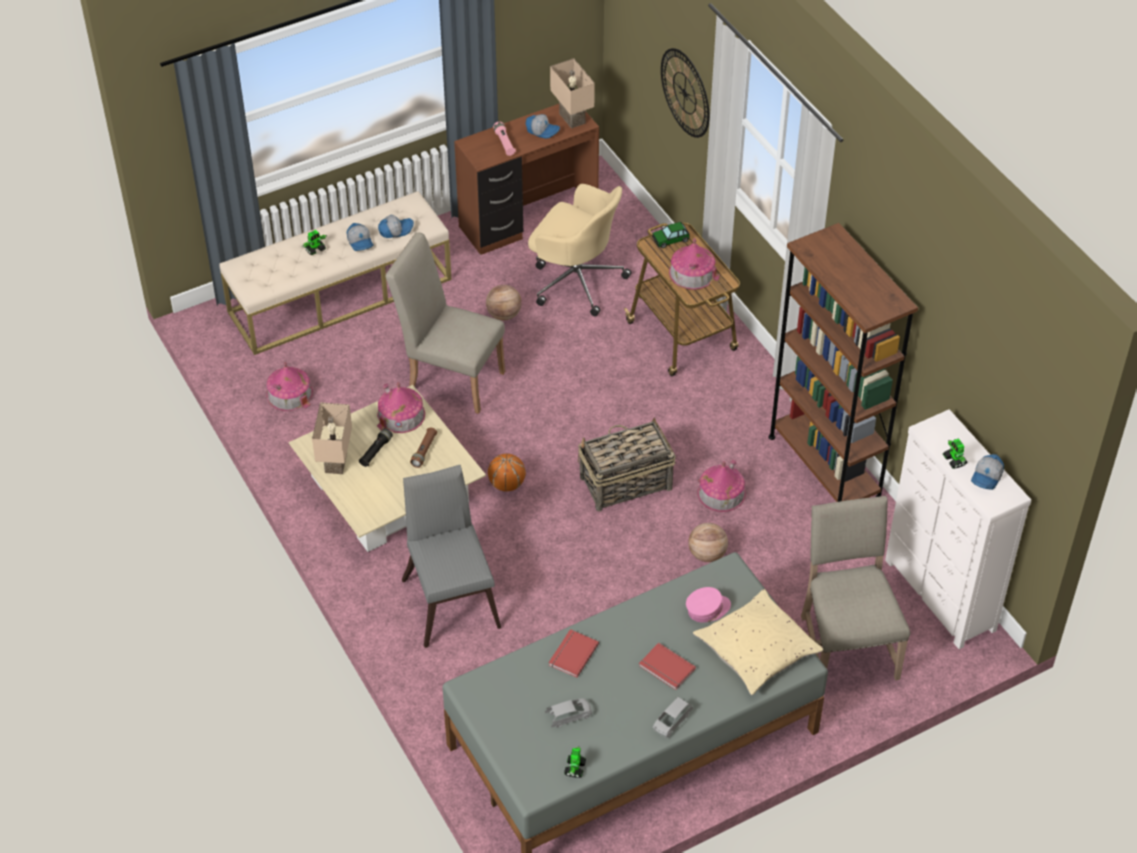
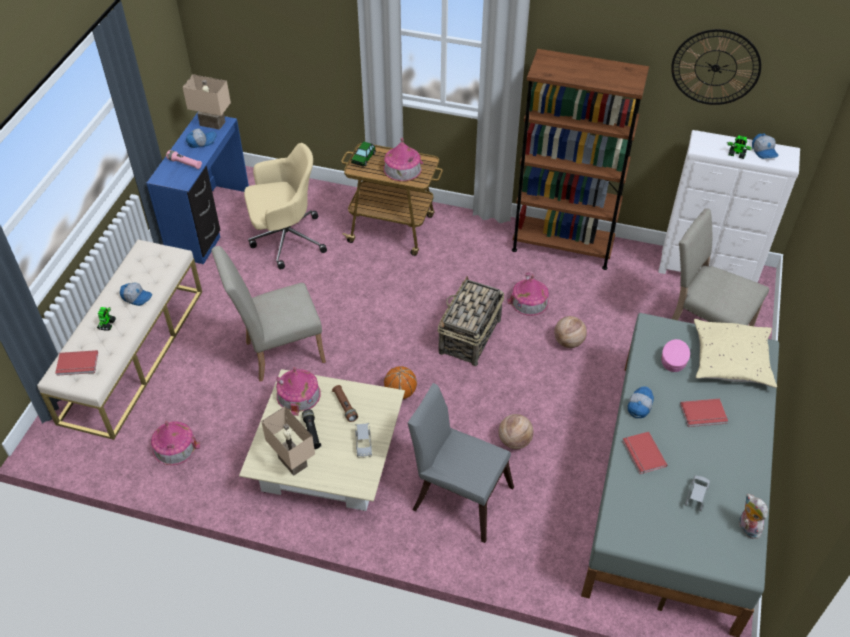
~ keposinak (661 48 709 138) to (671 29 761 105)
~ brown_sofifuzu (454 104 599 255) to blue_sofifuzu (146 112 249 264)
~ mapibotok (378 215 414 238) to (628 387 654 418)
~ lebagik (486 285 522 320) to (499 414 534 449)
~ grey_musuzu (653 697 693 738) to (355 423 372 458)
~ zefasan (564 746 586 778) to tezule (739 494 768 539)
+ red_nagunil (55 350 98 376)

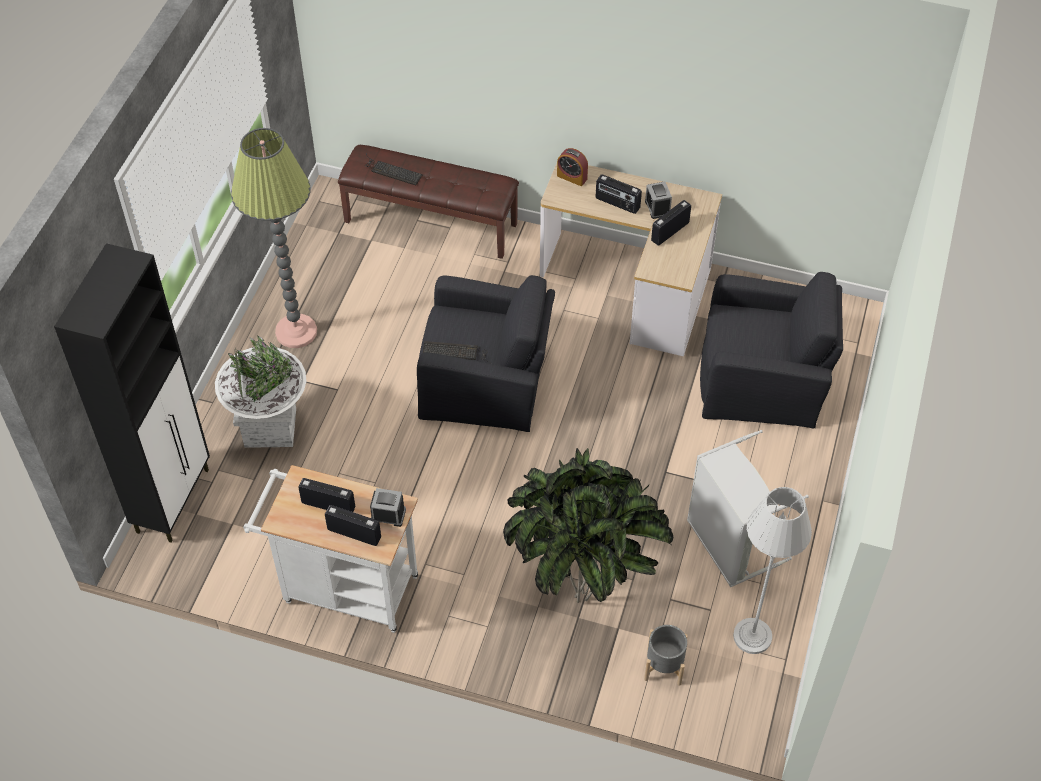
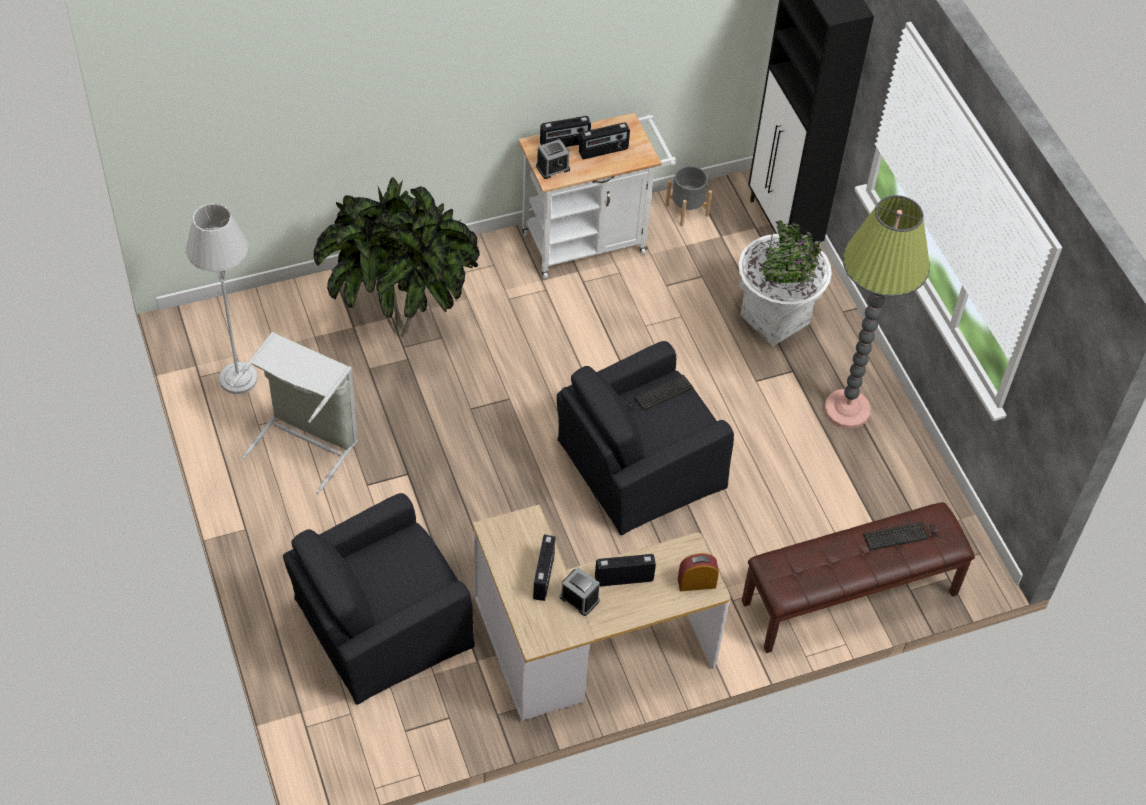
~ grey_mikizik (644 625 688 686) to (665 166 712 226)

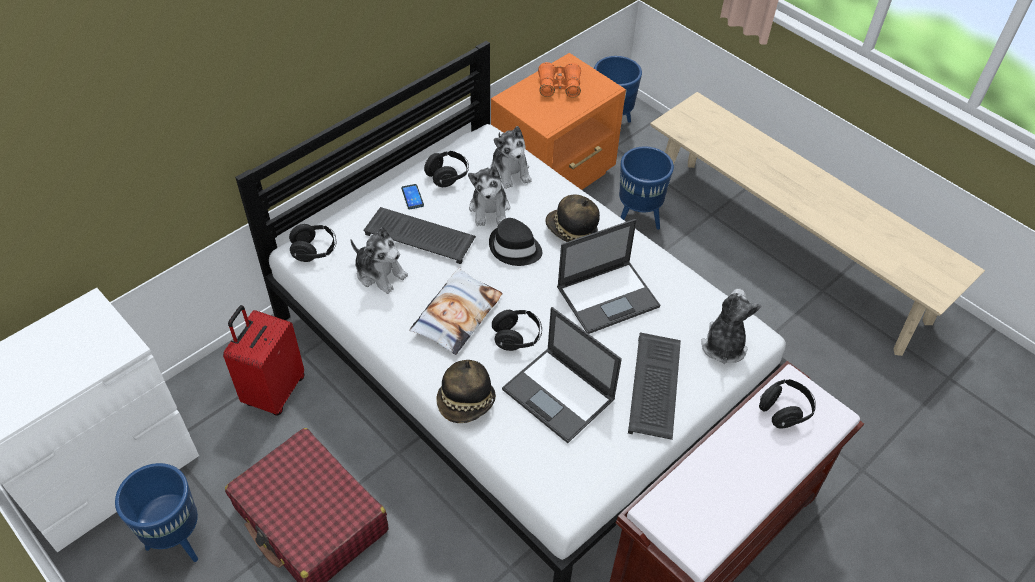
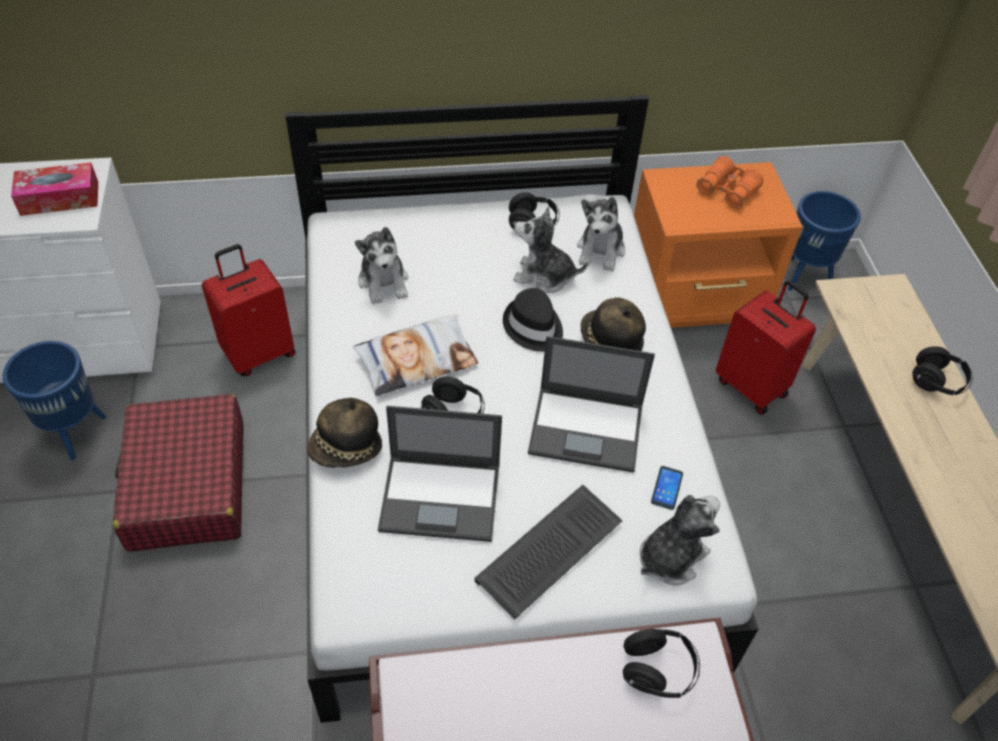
~ blue_mikizik (619 147 674 229) to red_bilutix (716 280 816 415)
~ tezule (468 166 510 226) = (513 207 588 293) 75 degrees clockwise
~ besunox (401 184 424 209) to (651 466 683 510)
- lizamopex (363 207 476 264)
~ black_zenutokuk (289 224 336 262) to (912 346 973 395)
~ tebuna (502 307 622 443) = (378 406 502 542) 75 degrees counterclockwise
+ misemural (11 162 98 216)

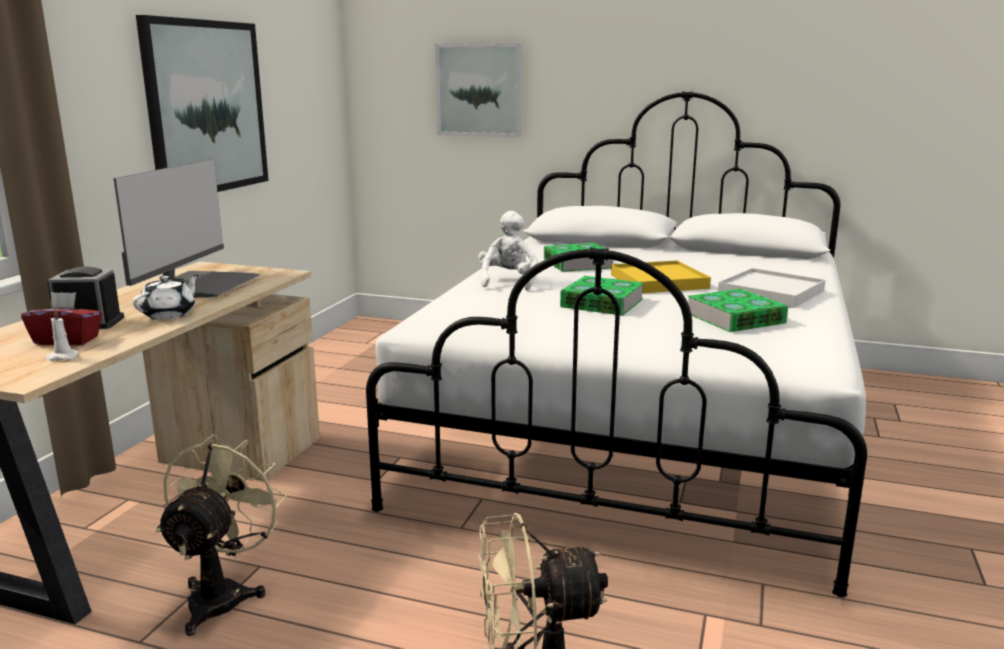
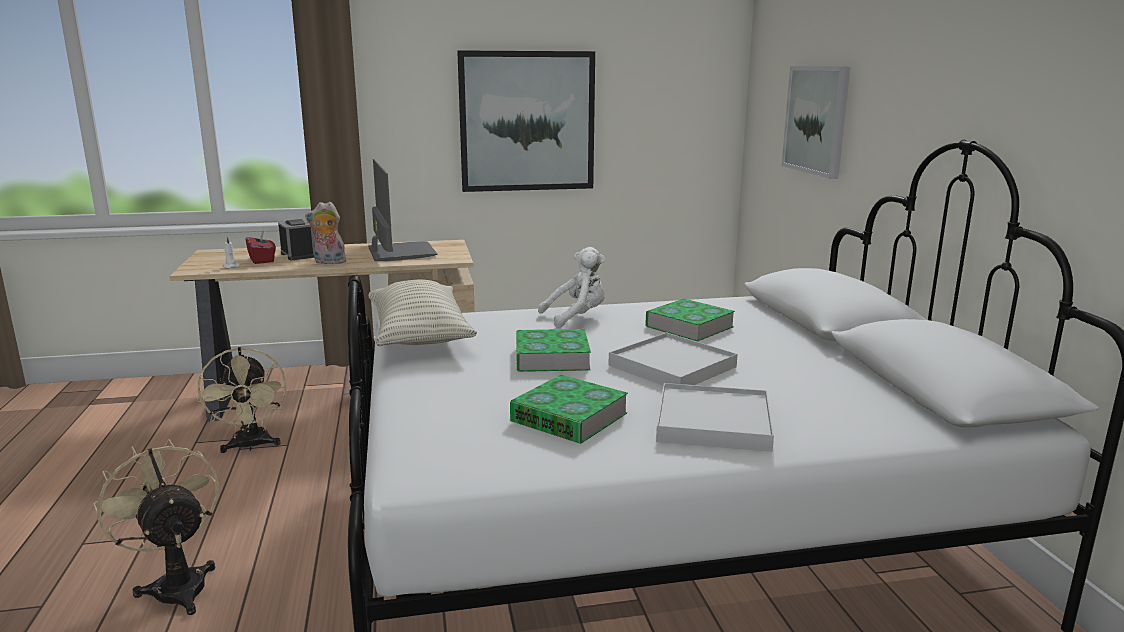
~ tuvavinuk (114 159 260 298) = (369 159 438 261) 90 degrees counterclockwise
~ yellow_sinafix (611 260 711 293) to white_sinafix (609 332 738 385)
~ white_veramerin (132 275 199 320) to tezule (305 202 348 264)
~ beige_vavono (156 434 287 636) = (197 347 286 453) 90 degrees clockwise
+ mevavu (368 280 477 346)

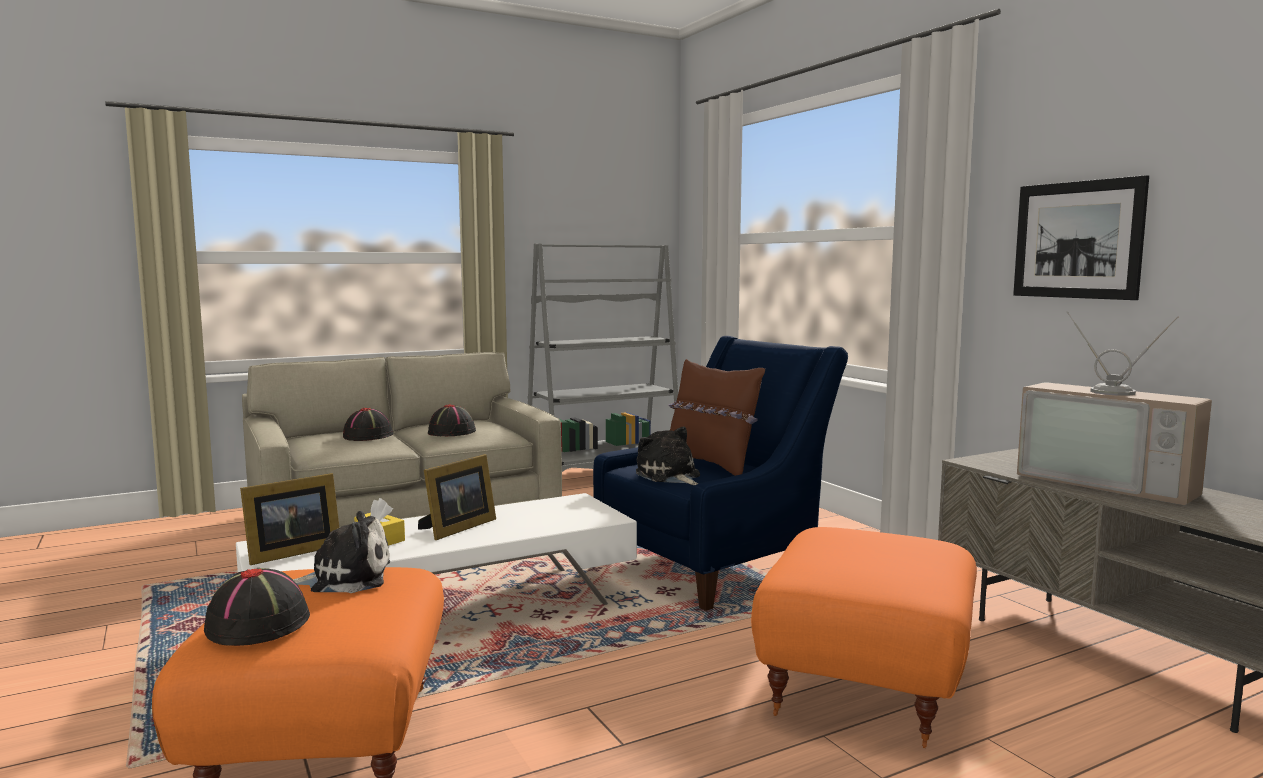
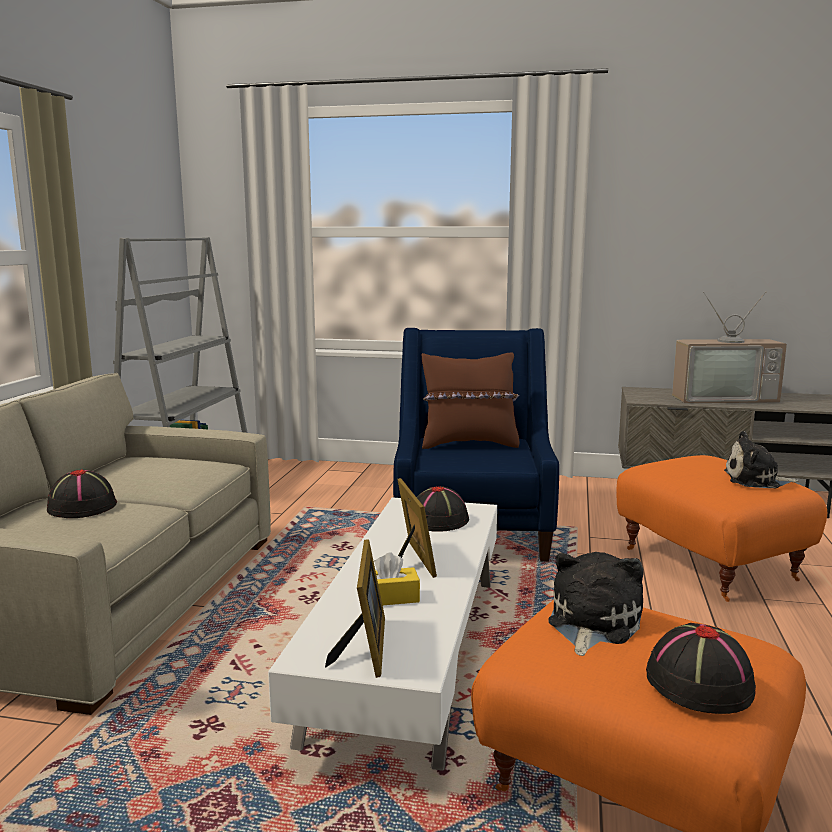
- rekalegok (1013 175 1149 300)
~ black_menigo (428 404 476 436) to (417 486 469 532)
~ tezule (636 427 700 485) to (724 431 799 489)

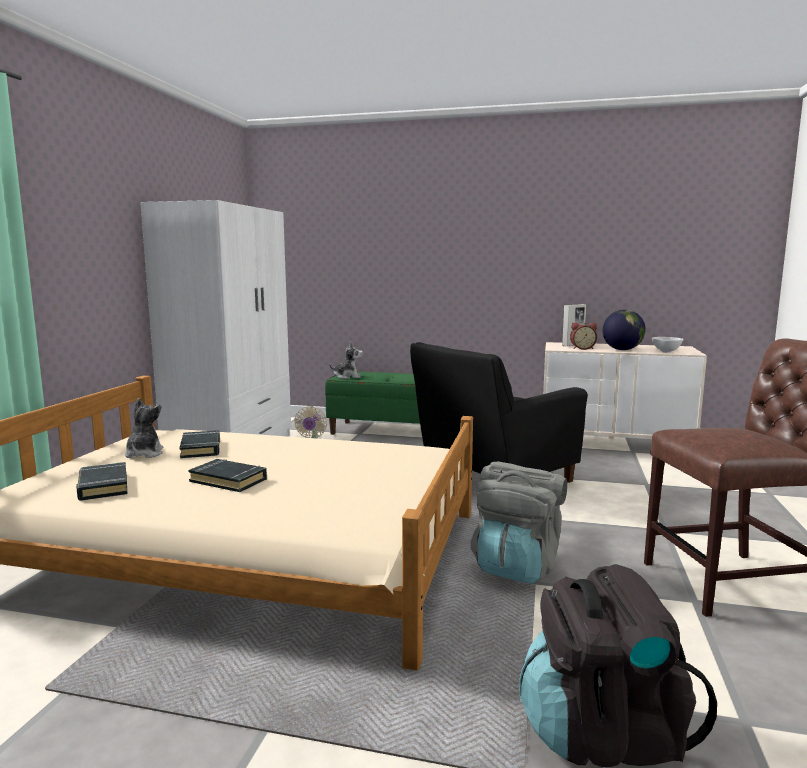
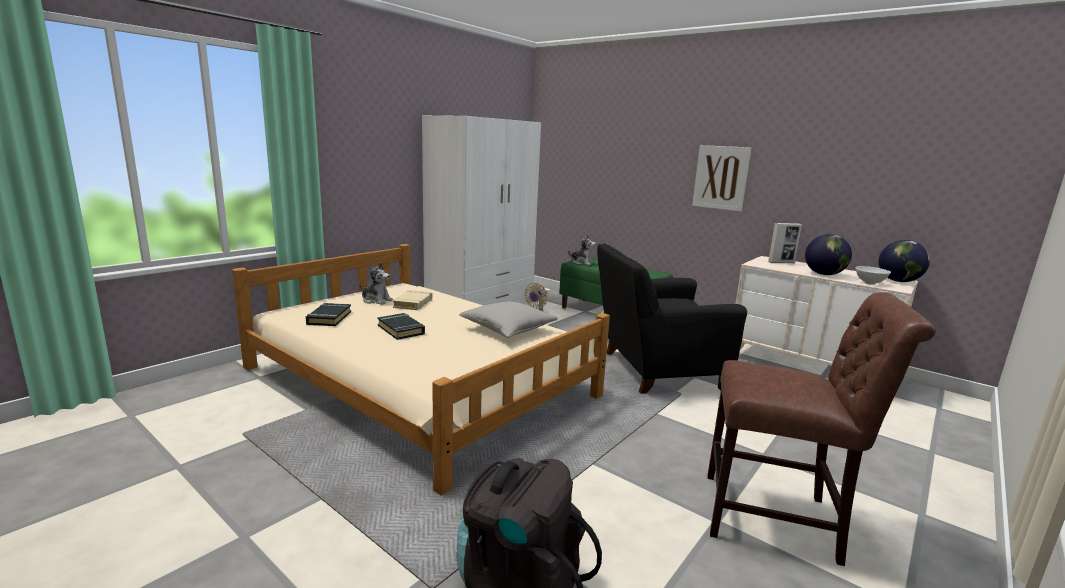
- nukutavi (570 323 597 350)
~ tezule (125 398 163 458) = (359 262 393 305) 90 degrees clockwise
~ black_nagunil (179 430 220 458) to beige_nagunil (393 290 433 310)
- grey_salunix (471 462 567 584)
+ rekalegok (692 145 752 212)
+ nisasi (879 240 930 282)
+ grey_mevavu (459 302 558 338)

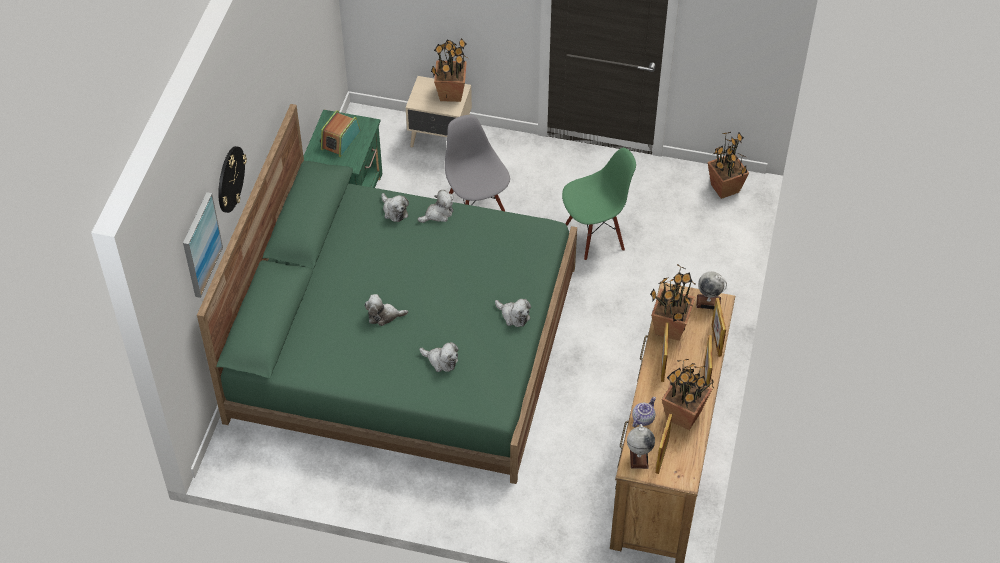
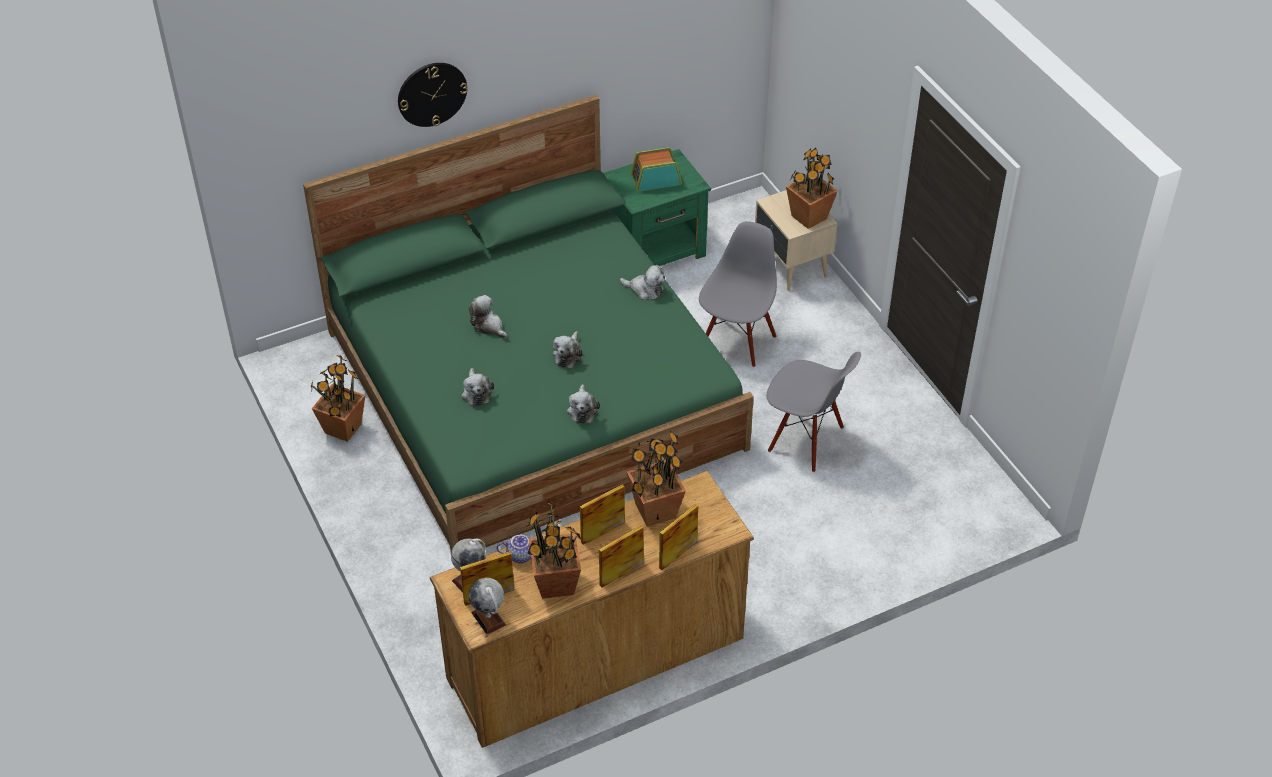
~ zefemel (708 132 749 199) to (311 354 365 442)
~ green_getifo (562 148 636 261) to grey_getifo (767 352 861 472)
- rekalegok (183 192 223 298)
~ tezule (381 193 409 222) to (553 331 583 368)
~ nisasi (696 271 727 310) to (469 578 506 635)

